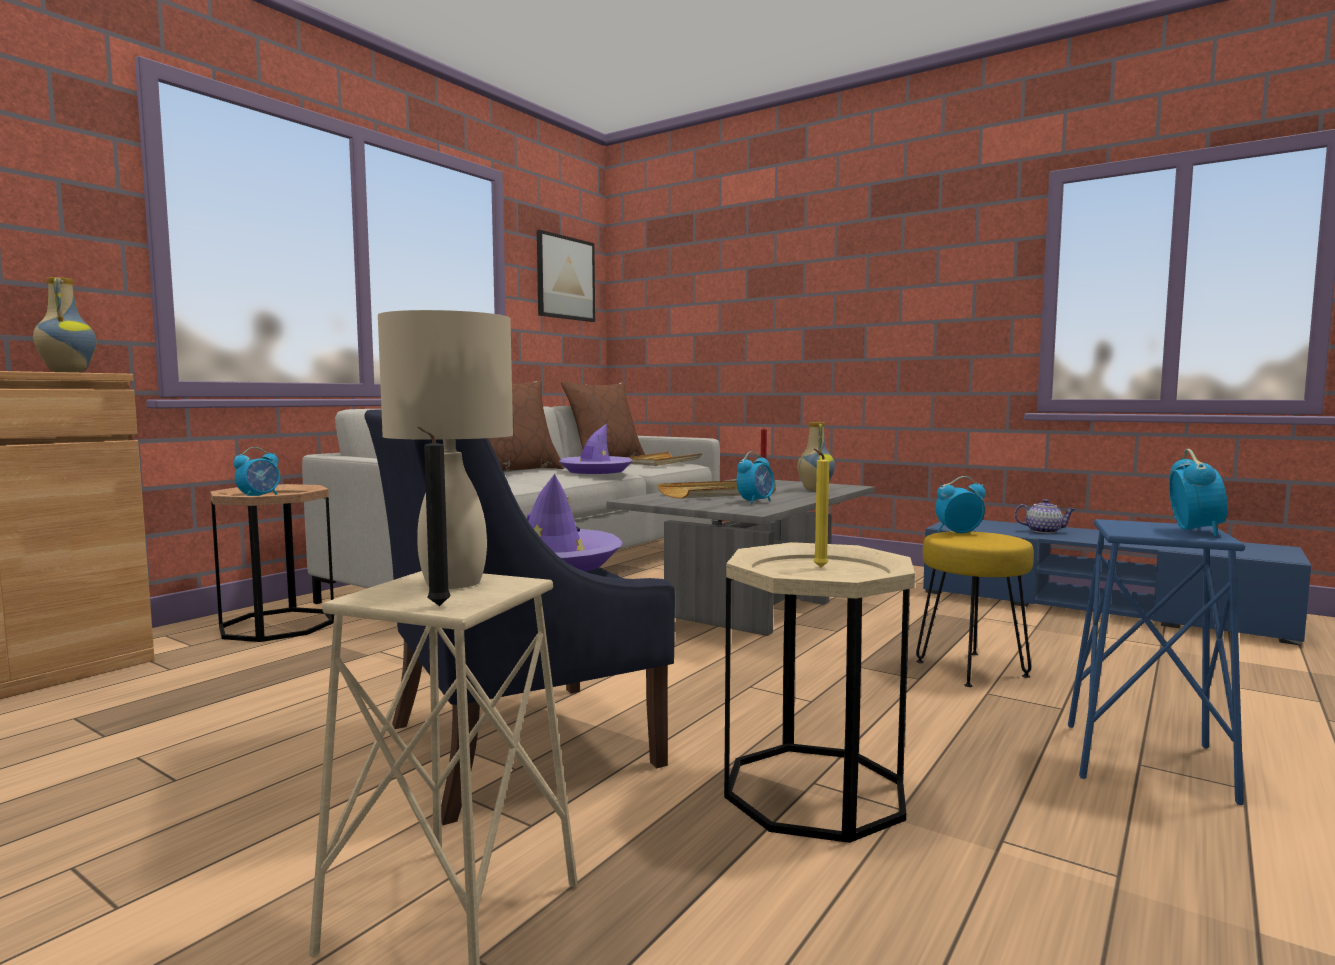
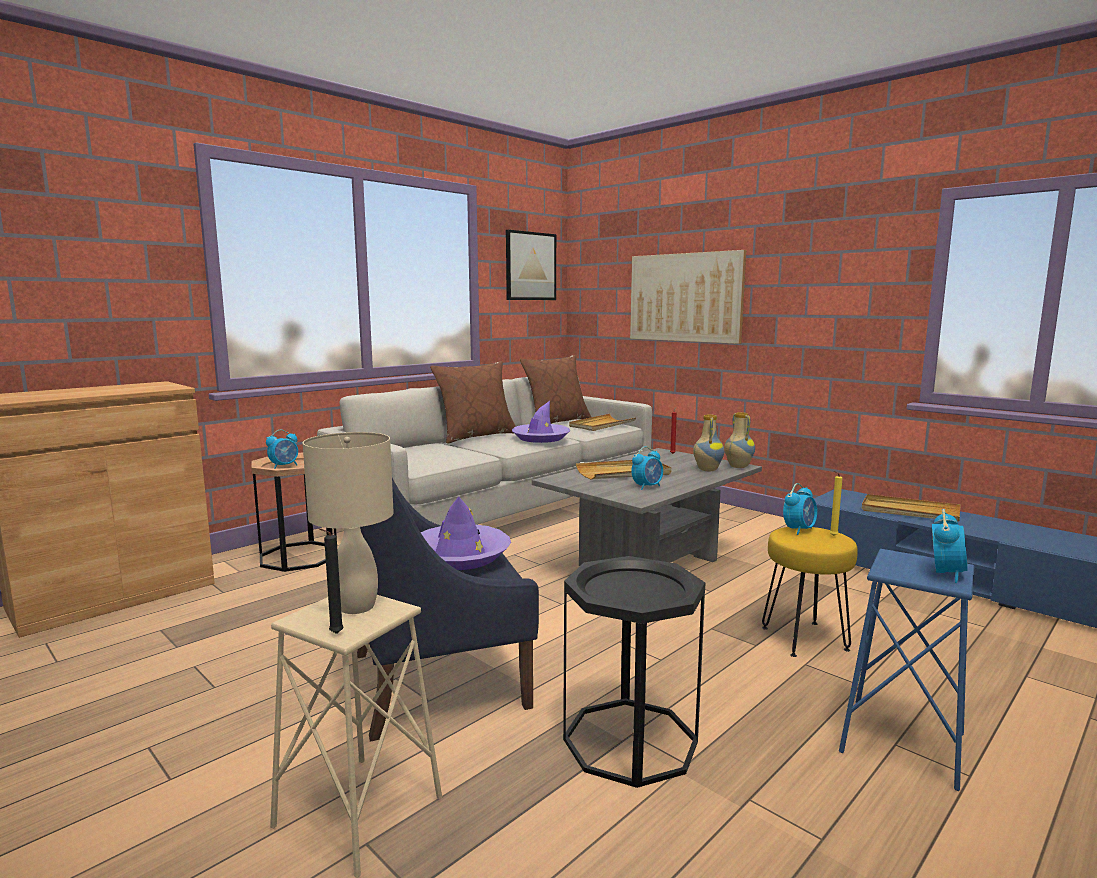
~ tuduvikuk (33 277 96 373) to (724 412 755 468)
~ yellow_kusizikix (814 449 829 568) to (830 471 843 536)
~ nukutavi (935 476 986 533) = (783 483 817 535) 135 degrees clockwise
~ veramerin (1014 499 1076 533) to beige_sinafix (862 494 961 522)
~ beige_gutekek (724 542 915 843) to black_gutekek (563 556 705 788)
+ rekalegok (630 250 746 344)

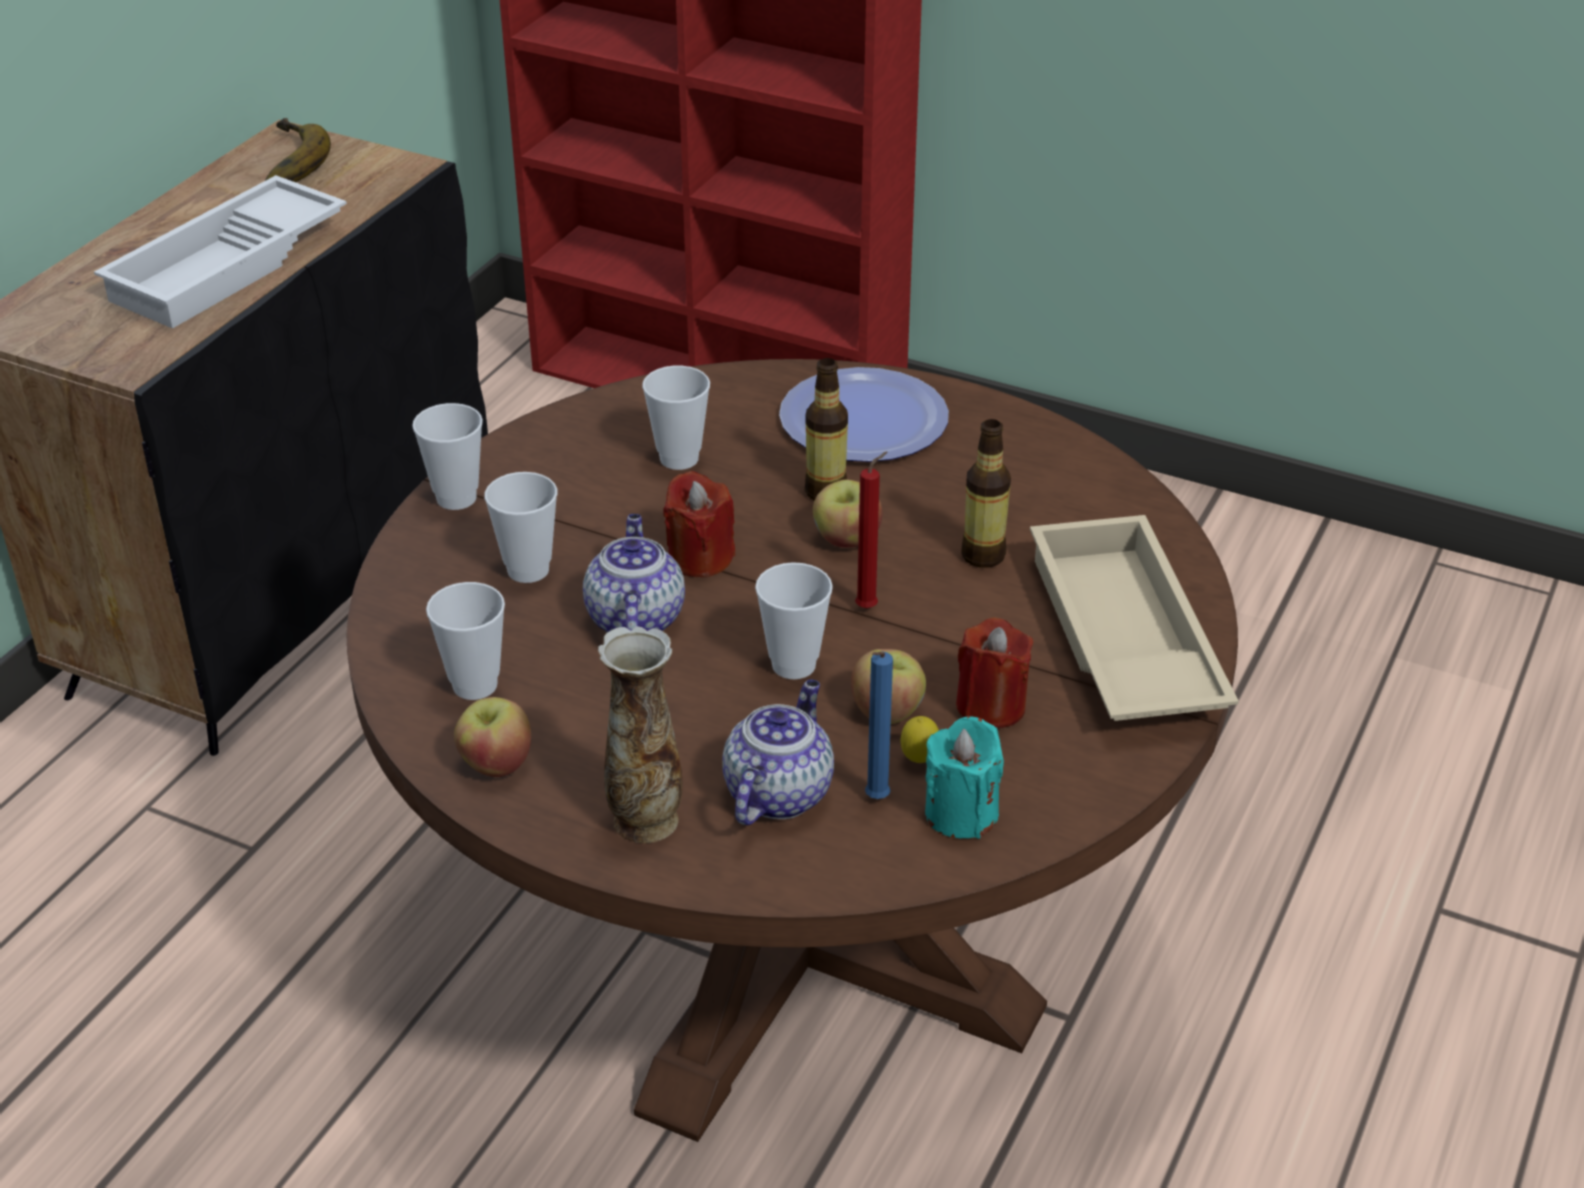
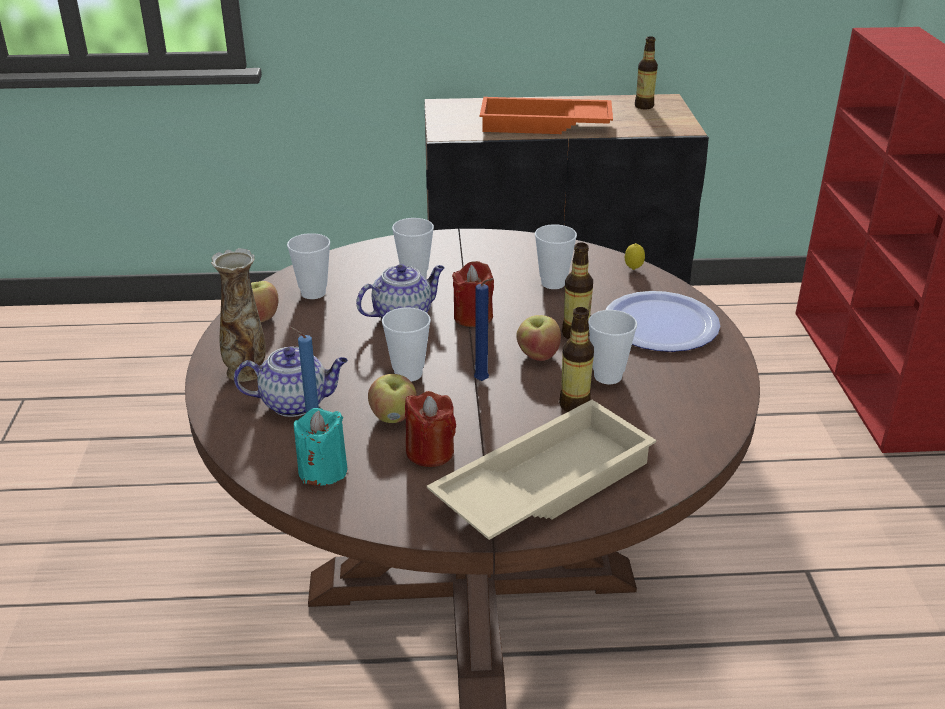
~ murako (265 118 331 182) to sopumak (635 36 658 109)
~ white_sinafix (94 175 347 329) to orange_sinafix (480 97 613 134)
~ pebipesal (412 403 483 510) to (588 310 637 384)
~ red_kusizikix (855 452 887 609) to blue_kusizikix (474 278 494 381)
~ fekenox (901 716 939 763) to (625 243 645 270)

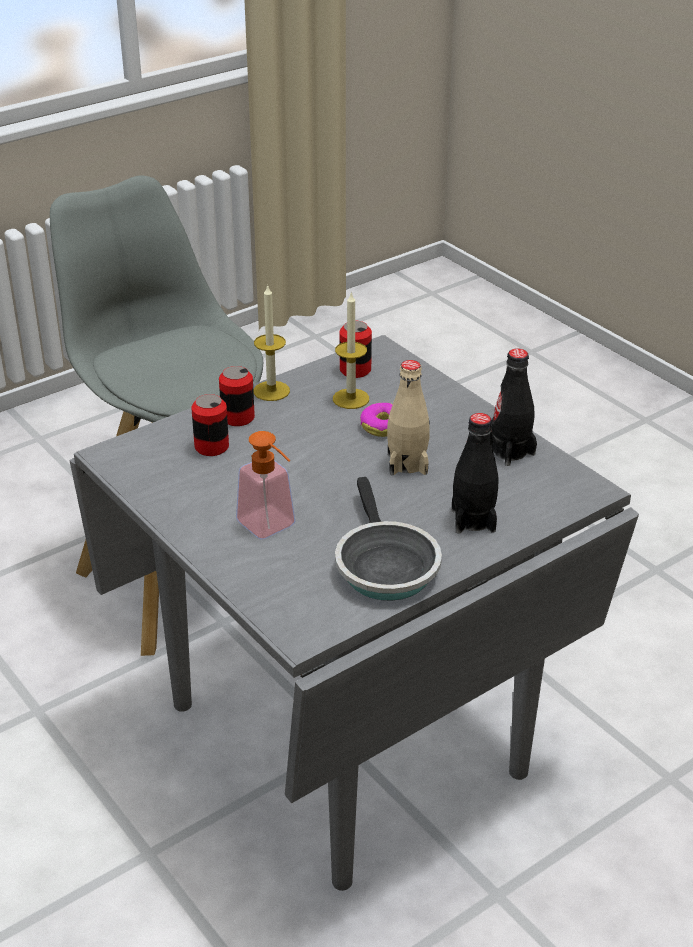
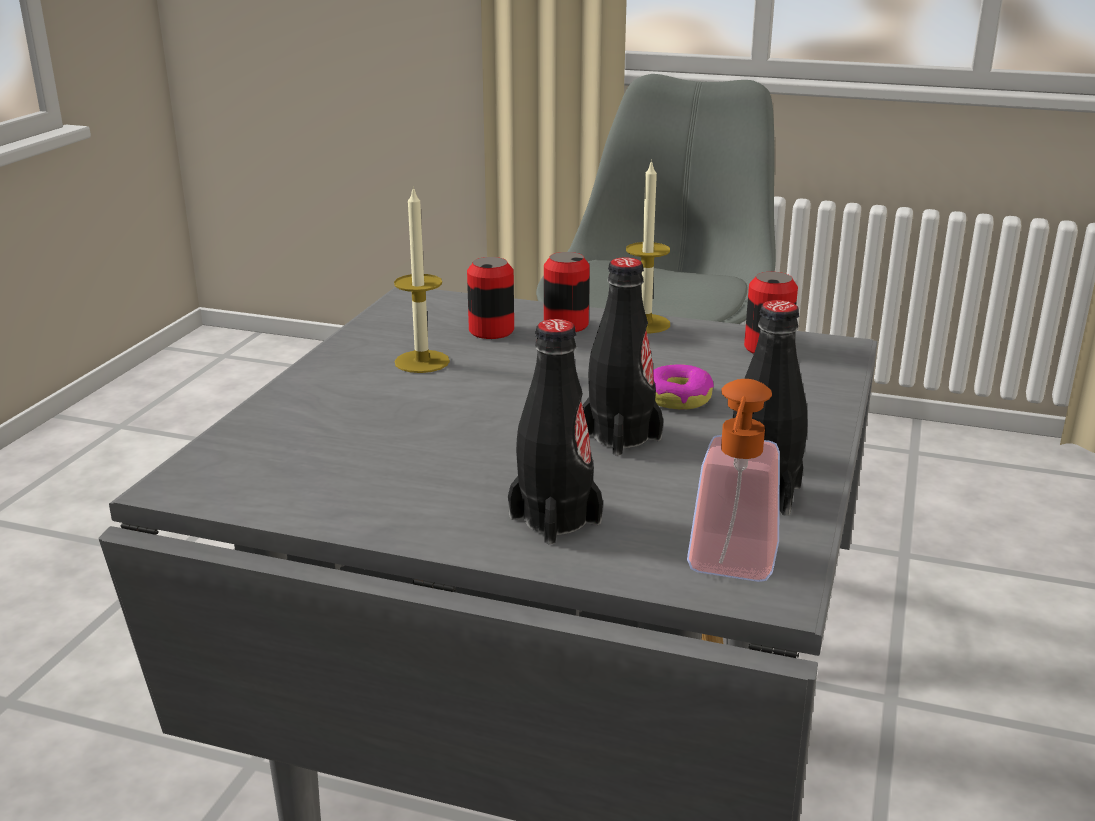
~ kusizikix (333 291 369 409) to (394 186 450 373)
~ beige_sopumak (387 360 430 475) to black_sopumak (582 258 663 456)
~ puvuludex (236 431 295 540) to (687 379 780 582)
- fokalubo (335 477 442 601)

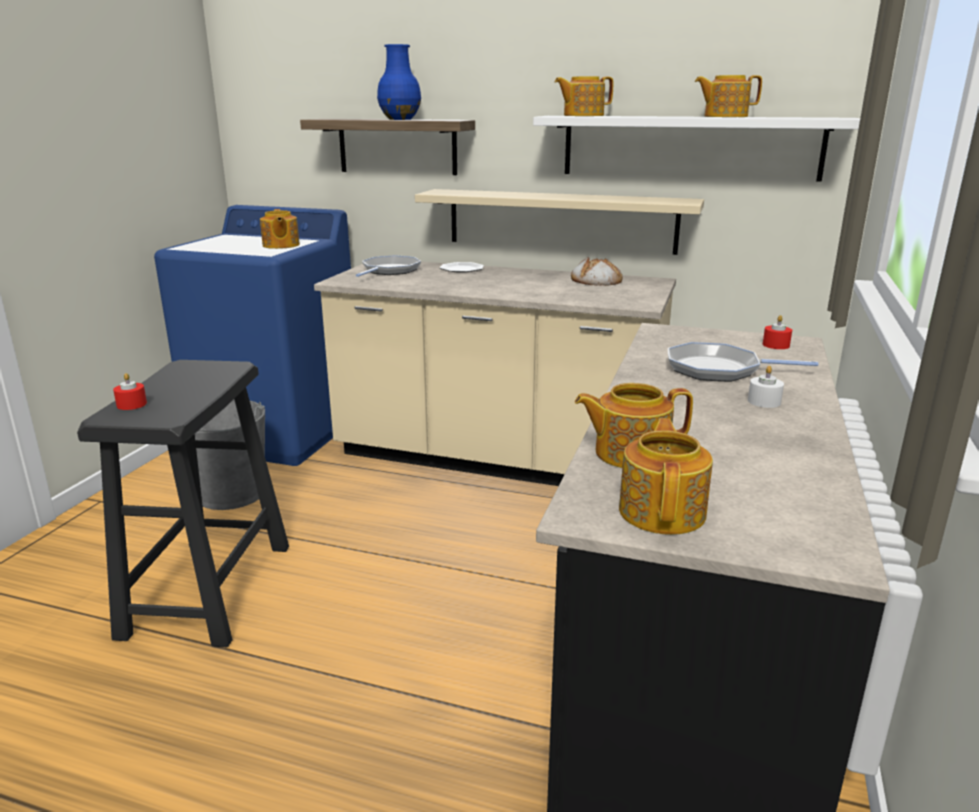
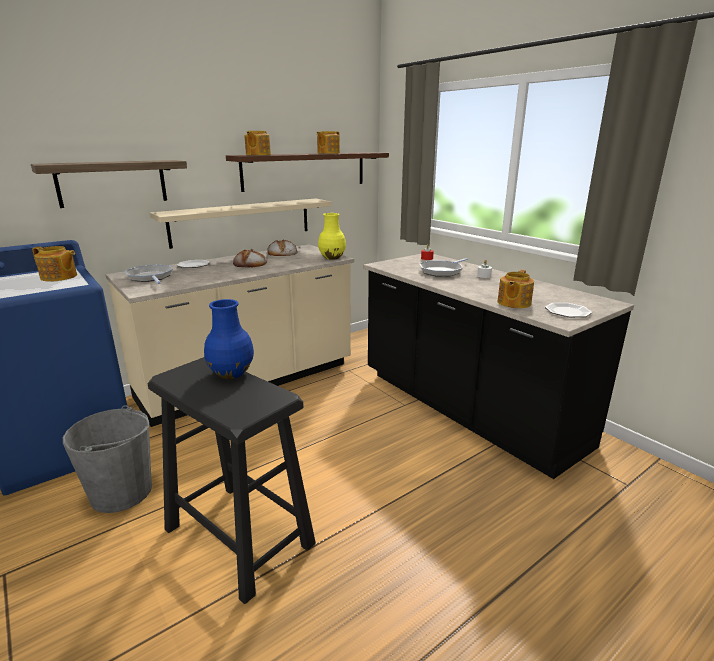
~ blue_tuduvikuk (377 44 421 120) to (204 299 254 379)
~ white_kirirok (533 116 860 182) to brown_kirirok (226 152 389 192)
- red_kusizikix (113 373 147 410)
~ veramerin (619 418 713 535) to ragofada (545 303 592 317)
+ yellow_tuduvikuk (318 213 346 260)
+ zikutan (233 249 267 268)

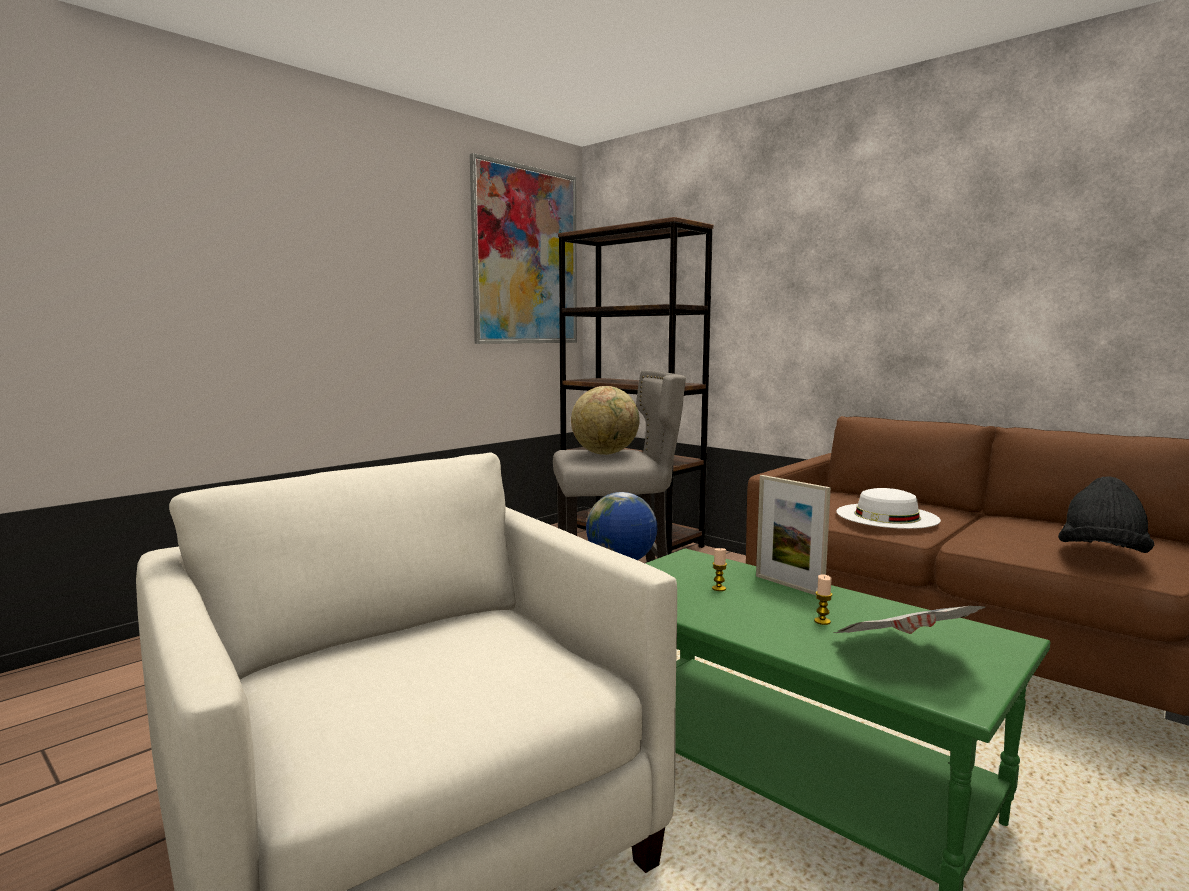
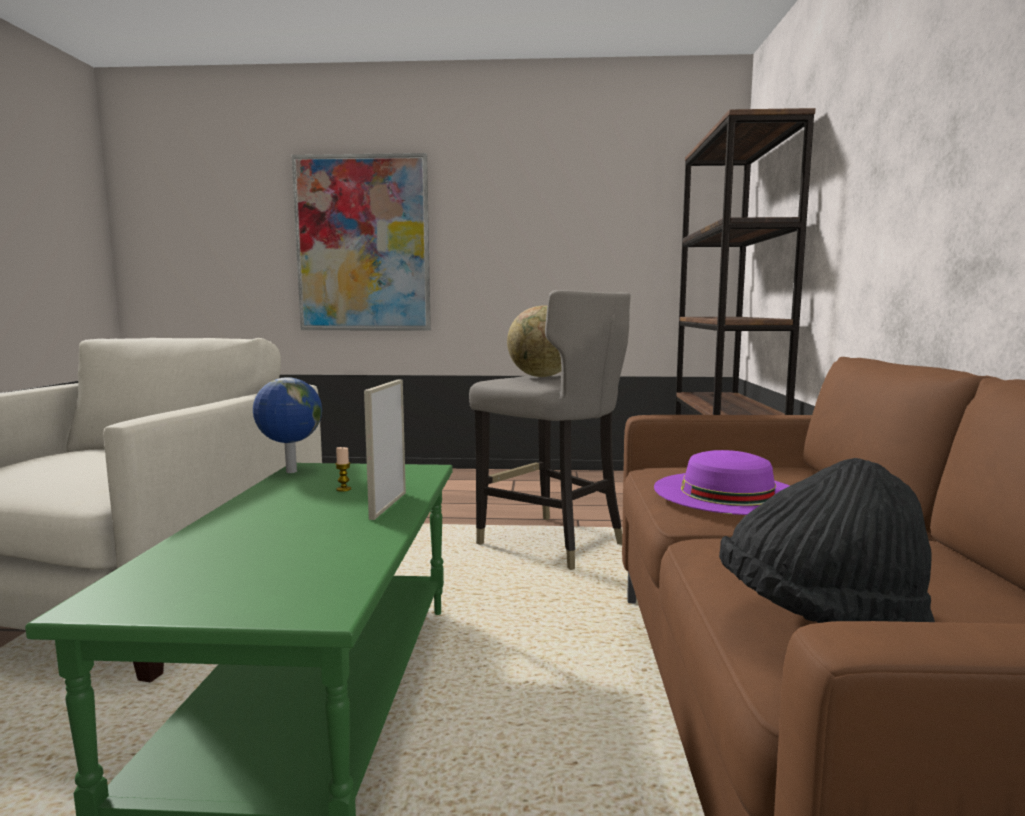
~ rekalegok (470 153 577 344) to (292 153 431 331)
~ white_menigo (836 488 941 529) to purple_menigo (654 450 790 515)
- kusizikix (814 574 832 625)
- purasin (834 606 985 634)

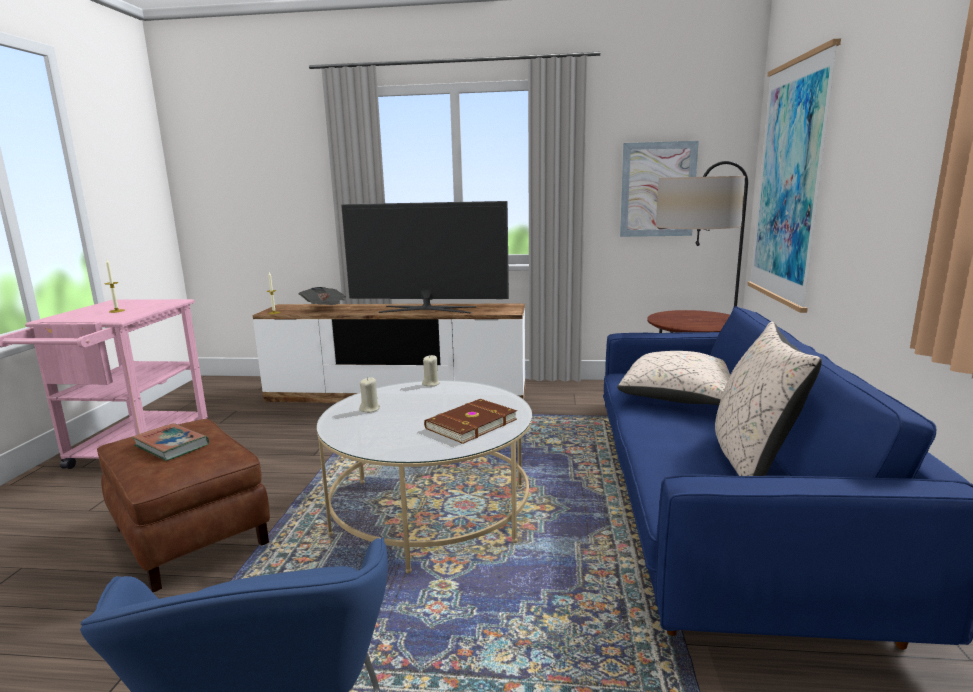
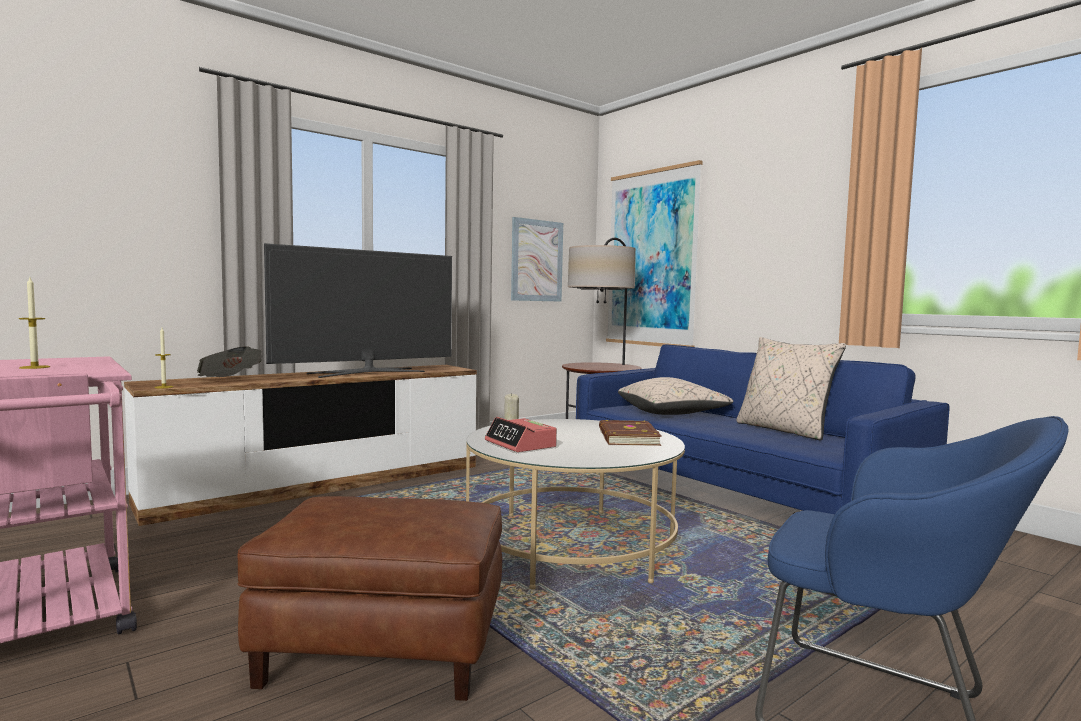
~ beige_kusizikix (359 377 380 413) to nukutavi (485 417 557 452)
- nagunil (132 423 209 461)

